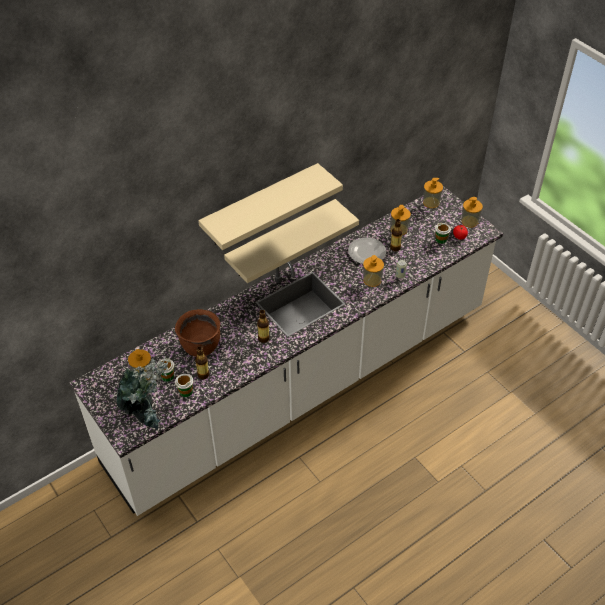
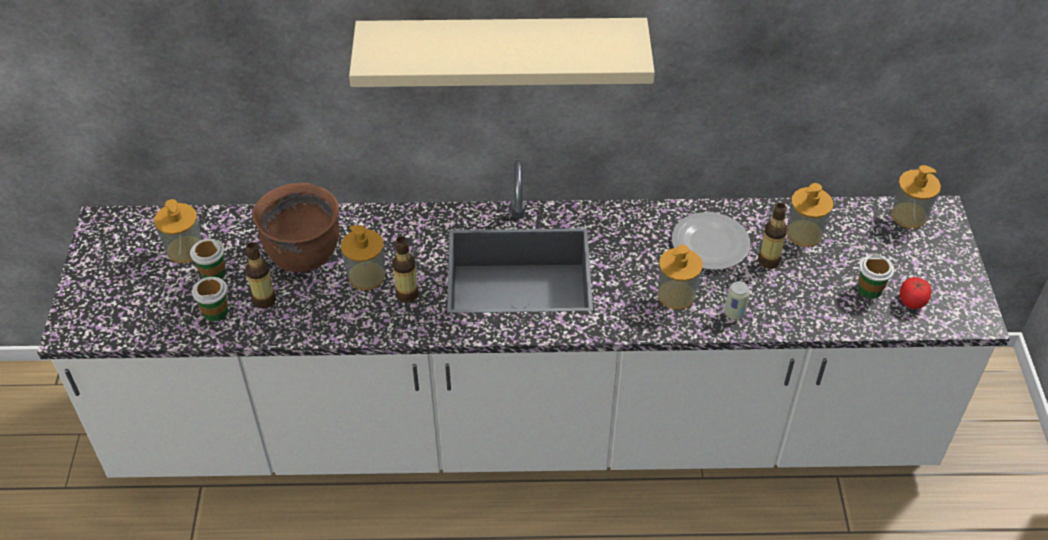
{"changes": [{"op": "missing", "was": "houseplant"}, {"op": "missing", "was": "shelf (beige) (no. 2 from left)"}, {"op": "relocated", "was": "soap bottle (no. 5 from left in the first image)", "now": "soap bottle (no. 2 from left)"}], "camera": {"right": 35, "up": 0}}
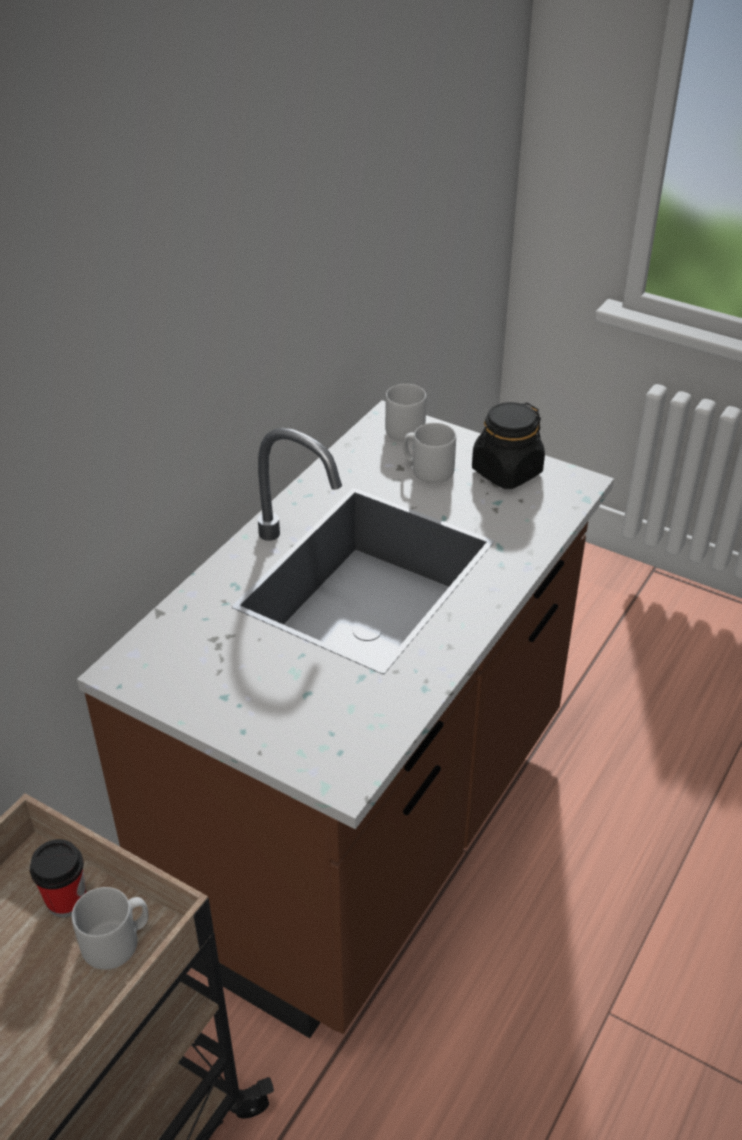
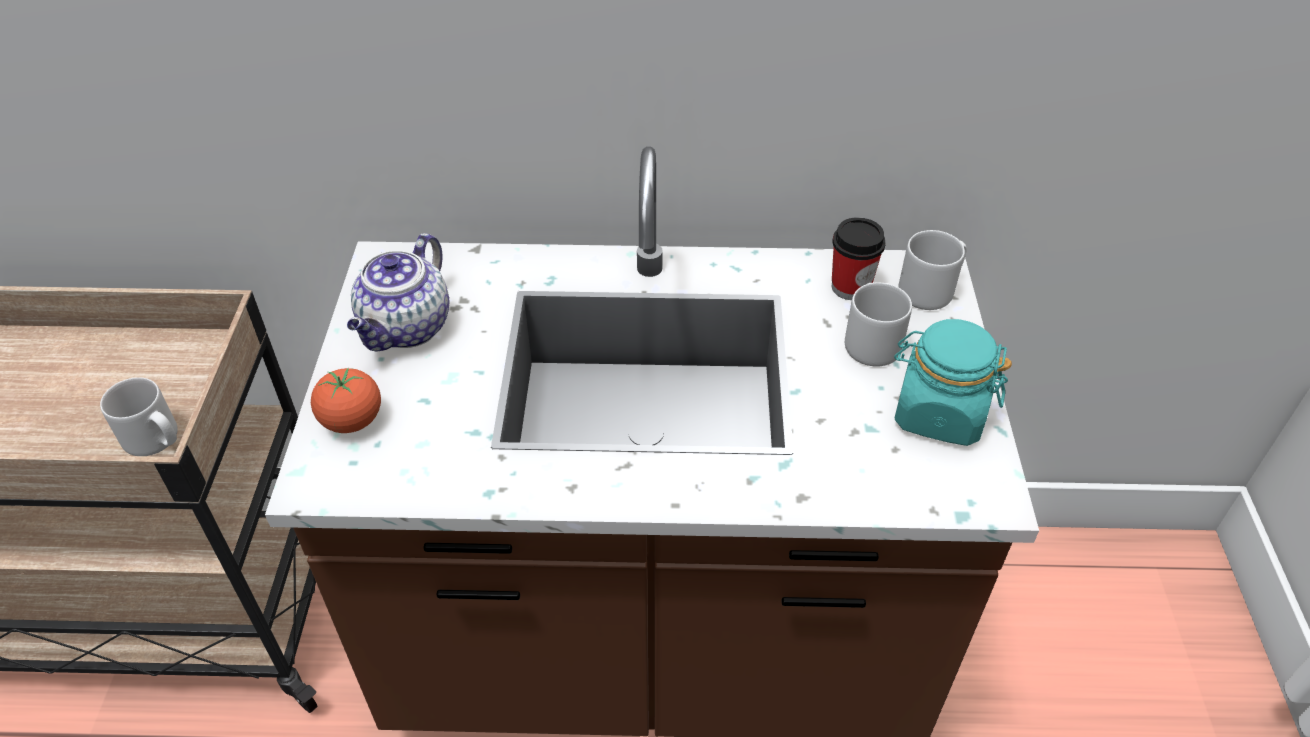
{"changes": [{"op": "appeared", "now": "tomato"}, {"op": "appeared", "now": "tea pot"}, {"op": "relocated", "was": "small cup"}, {"op": "colour", "was": "storage jar (black-coloured)", "now": "storage jar (blue-green)"}], "camera": {"right": 60, "up": 5}}
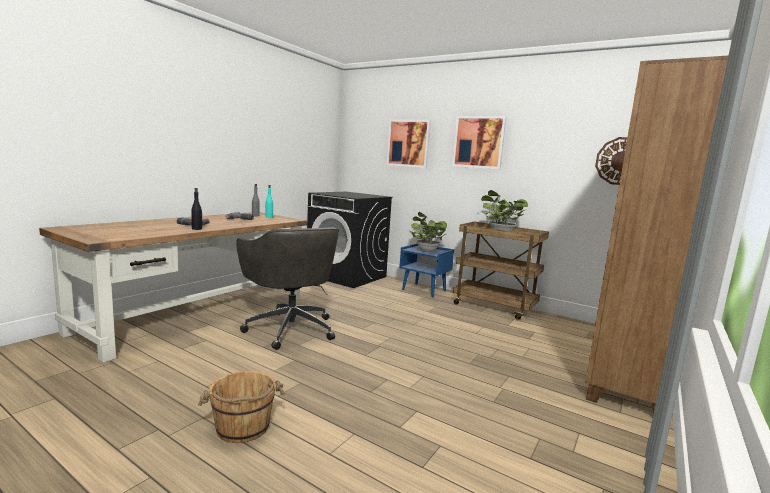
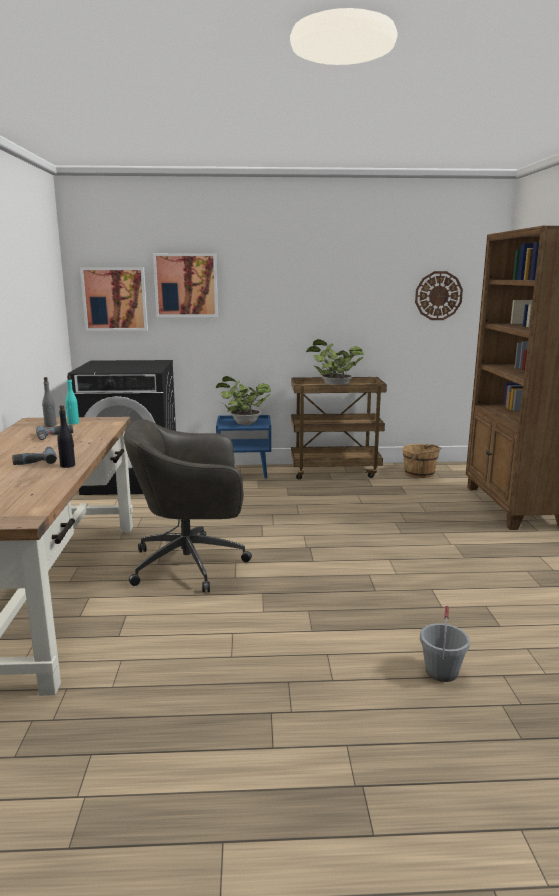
{"changes": [{"op": "appeared", "now": "water bucket (gray)"}, {"op": "relocated", "was": "water bucket (brown-coloured)"}, {"op": "relocated", "was": "wall picture (no. 2 from left in the first image)", "now": "wall picture (no. 1 from left)"}, {"op": "spun", "was": "office chair (gray)", "clockwise": 150}], "camera": {"right": -35, "up": 5}}
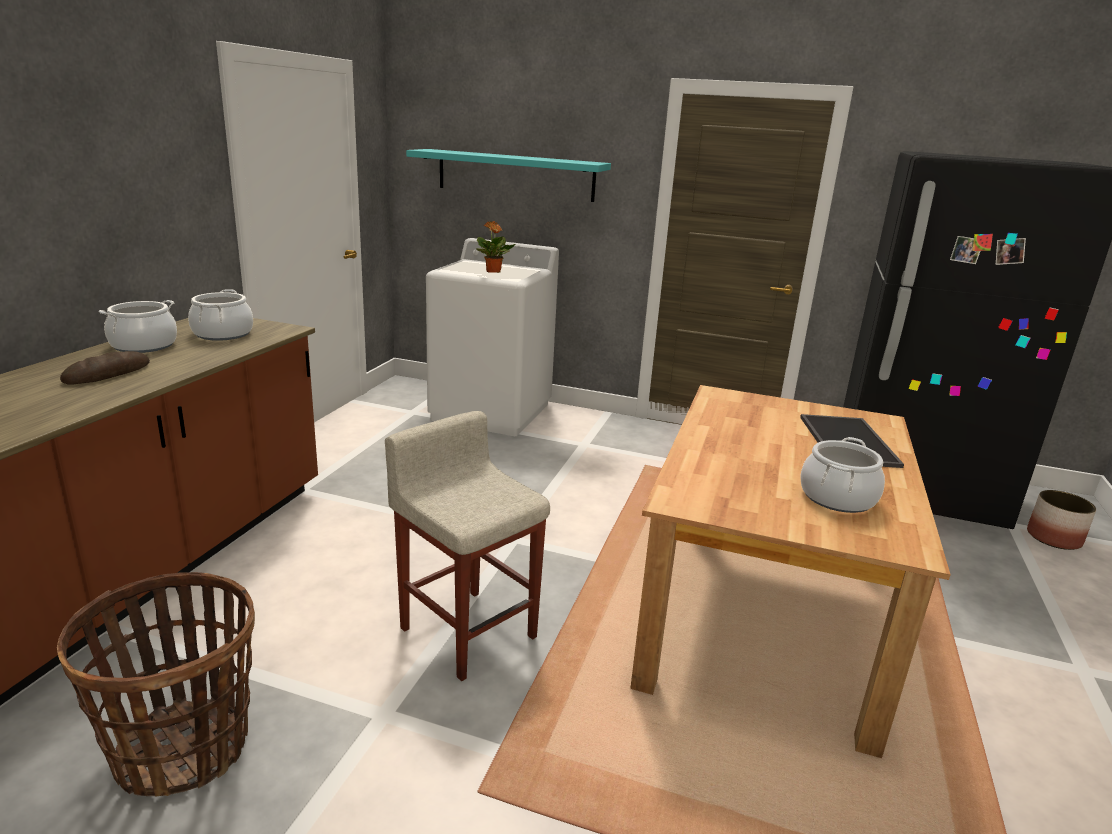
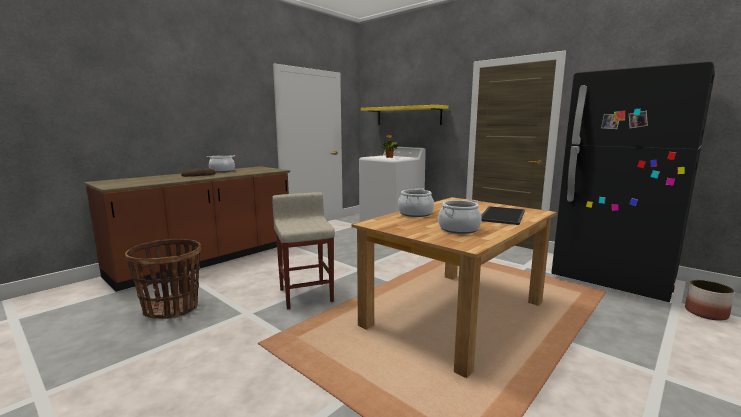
{"changes": [{"op": "relocated", "was": "saucepot (no. 2 from left)"}, {"op": "colour", "was": "shelf (blue-green)", "now": "shelf (yellow)"}], "camera": {"right": 25, "up": -10}}
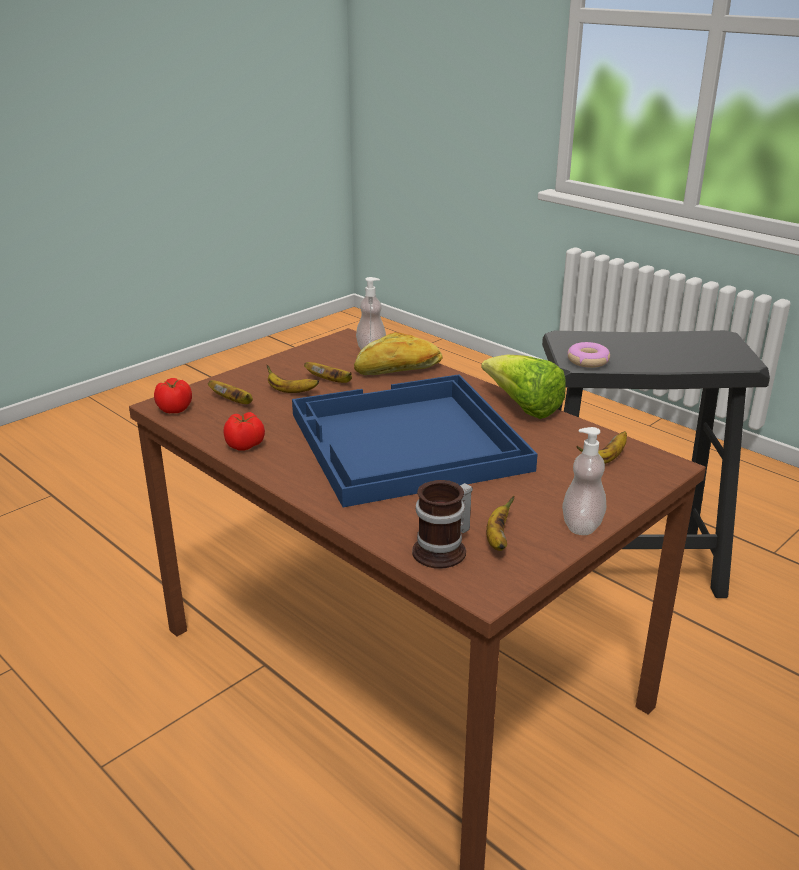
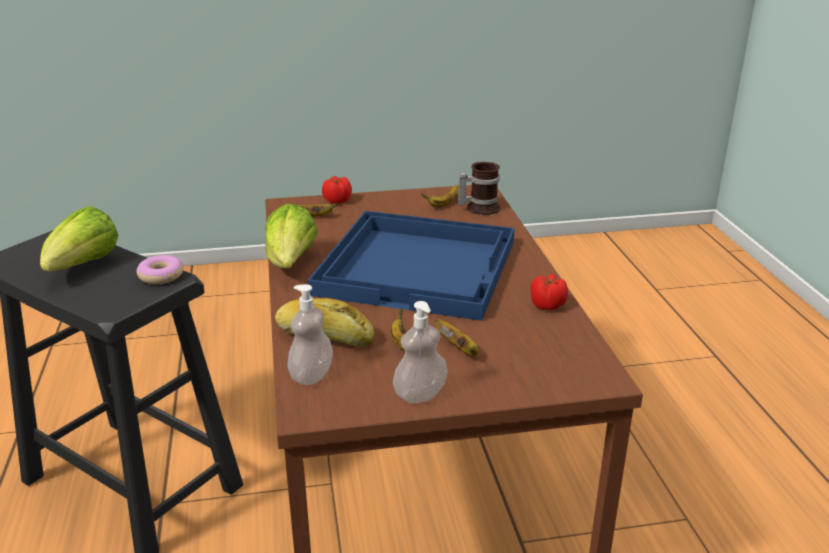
{"changes": [{"op": "missing", "was": "banana fruit (no. 1 from left)"}, {"op": "appeared", "now": "lettuce head (no. 1 from left)"}, {"op": "relocated", "was": "tomato (no. 1 from left)"}, {"op": "relocated", "was": "soap bottle (no. 2 from left)"}], "camera": {"right": -145, "up": 0}}
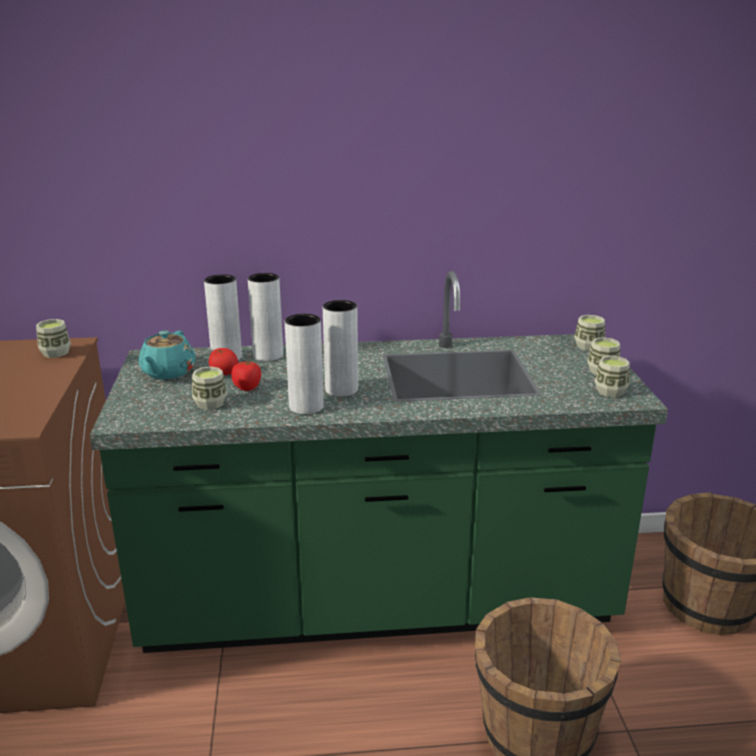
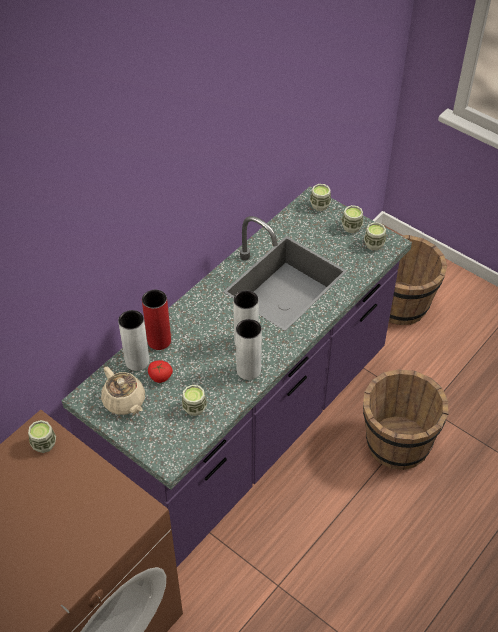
{"changes": [{"op": "missing", "was": "tomato (no. 2 from left)"}, {"op": "colour", "was": "counter (green-coloured)", "now": "counter (purplish)"}, {"op": "colour", "was": "tea pot (blue-green)", "now": "tea pot (beige)"}, {"op": "colour", "was": "flower vase (gray) (no. 2 from left)", "now": "flower vase (red-coloured)"}], "camera": {"right": -45, "up": 25}}
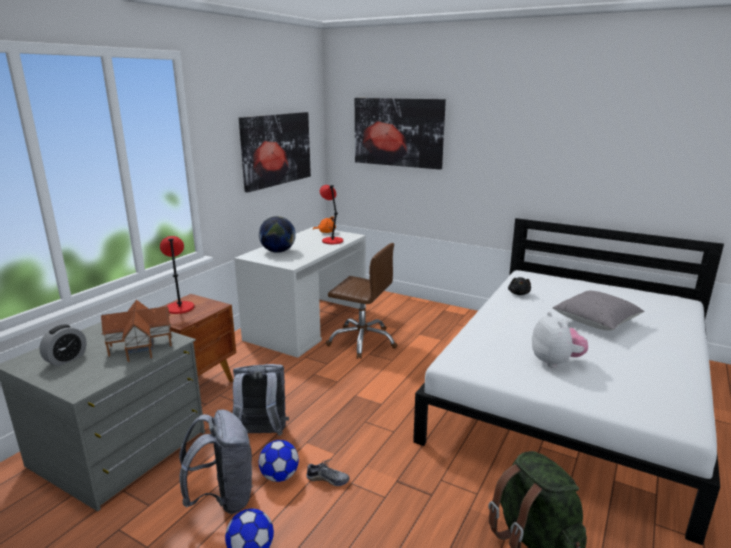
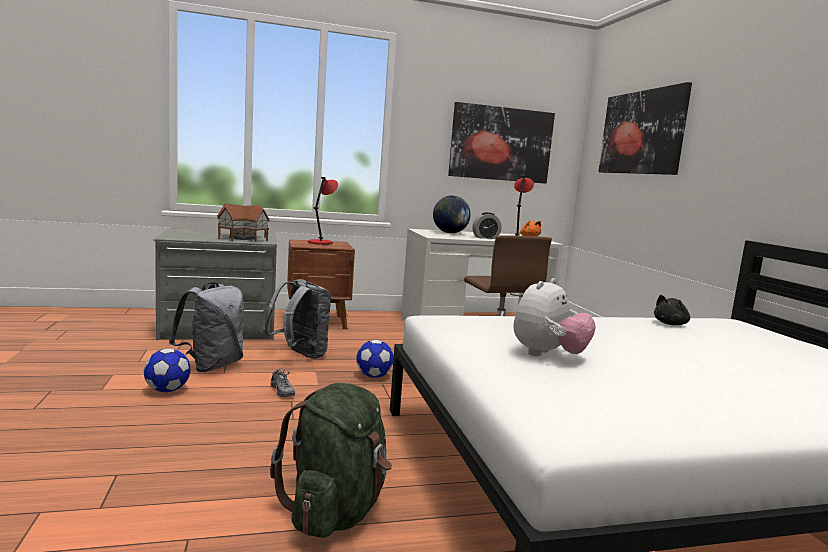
{"changes": [{"op": "missing", "was": "pillow (gray)"}, {"op": "relocated", "was": "table clock"}, {"op": "relocated", "was": "ball for football (no. 2 from left)"}], "camera": {"right": 45, "up": -10}}
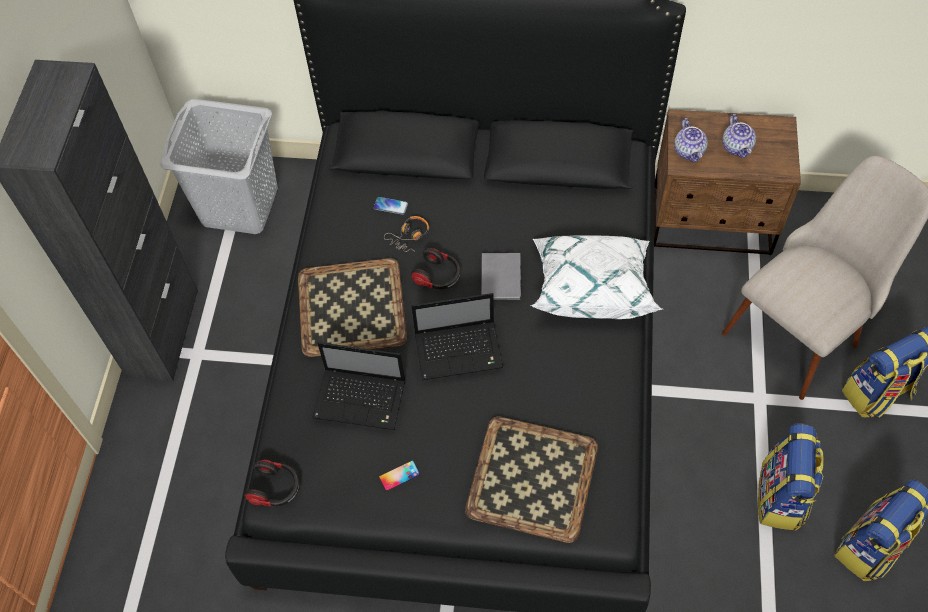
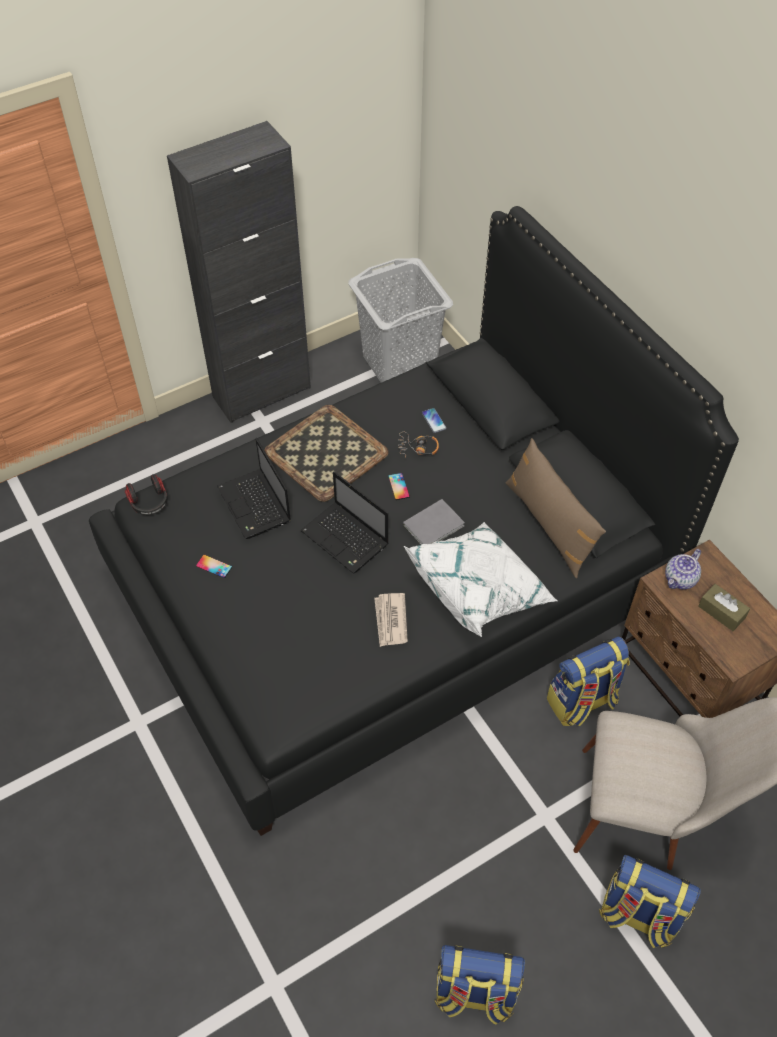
{"changes": [{"op": "missing", "was": "tray (no. 2 from left)"}, {"op": "appeared", "now": "daily paper"}, {"op": "appeared", "now": "pillow (brown-coloured)"}, {"op": "relocated", "was": "knapsack (no. 1 from left in the first image)", "now": "knapsack (no. 2 from left)"}, {"op": "exchanged", "was": "headphones (no. 3 from left)", "now": "telephone (no. 2 from left)"}, {"op": "exchanged", "was": "tea pot (no. 2 from left)", "now": "tissue holder (brown-coloured)"}], "camera": {"right": 50, "up": -5}}
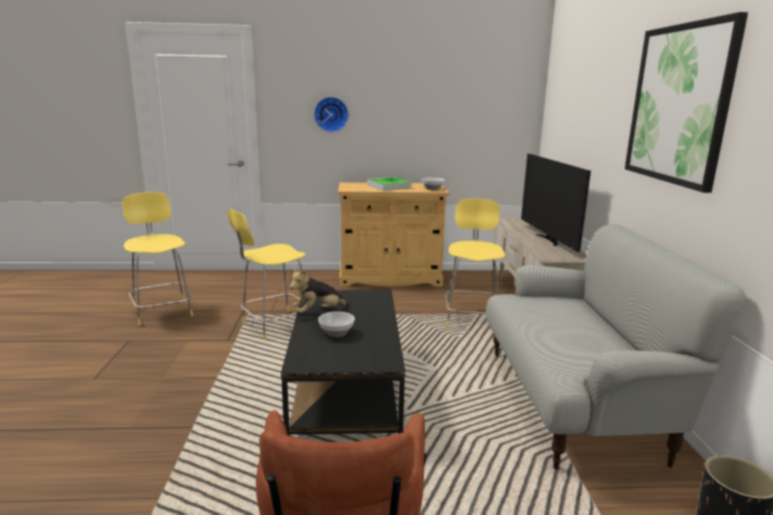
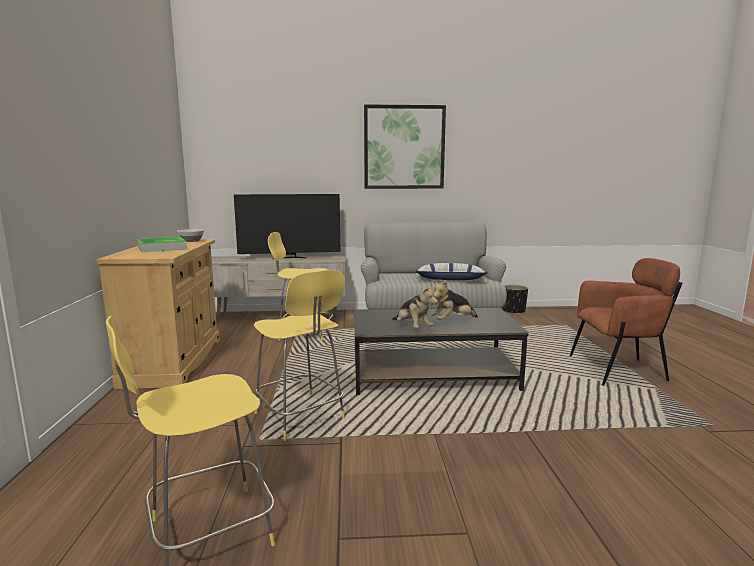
{"changes": [{"op": "missing", "was": "hanging clock"}, {"op": "appeared", "now": "pillow"}, {"op": "exchanged", "was": "bowl (no. 1 from left)", "now": "cuddly toy (no. 2 from left)"}], "camera": {"right": -90, "up": -5}}
